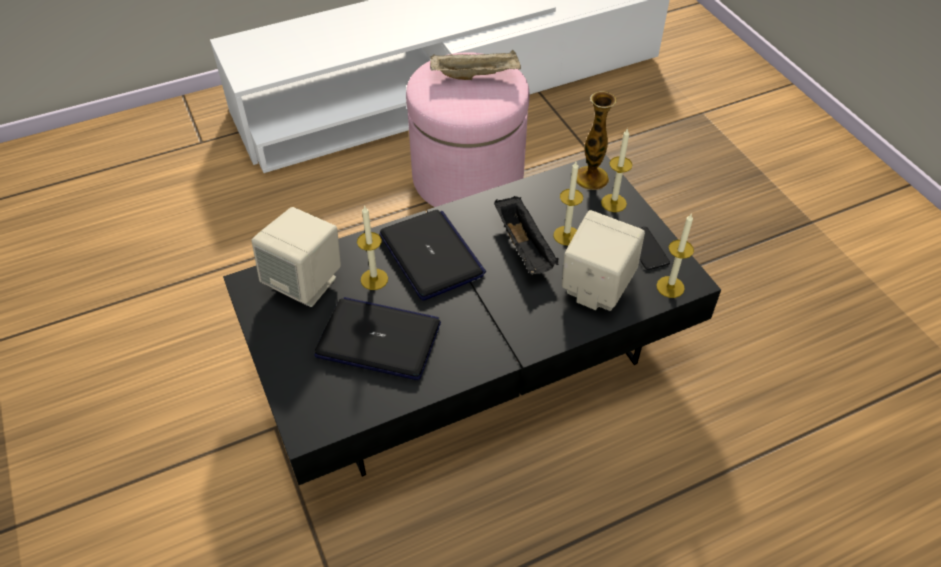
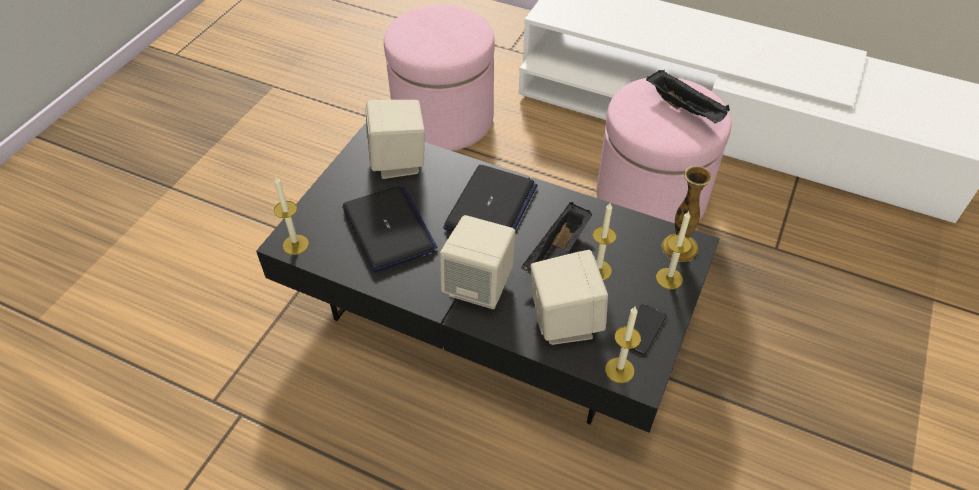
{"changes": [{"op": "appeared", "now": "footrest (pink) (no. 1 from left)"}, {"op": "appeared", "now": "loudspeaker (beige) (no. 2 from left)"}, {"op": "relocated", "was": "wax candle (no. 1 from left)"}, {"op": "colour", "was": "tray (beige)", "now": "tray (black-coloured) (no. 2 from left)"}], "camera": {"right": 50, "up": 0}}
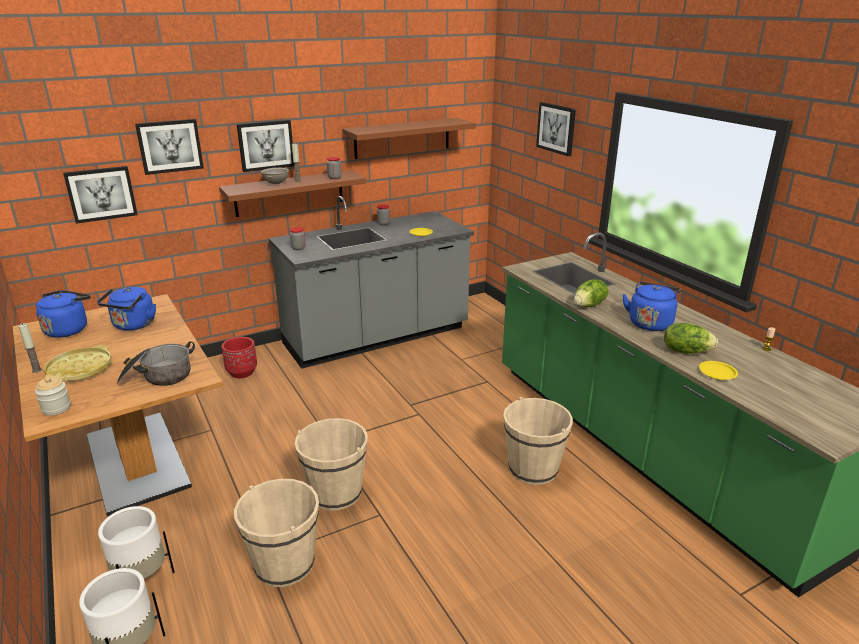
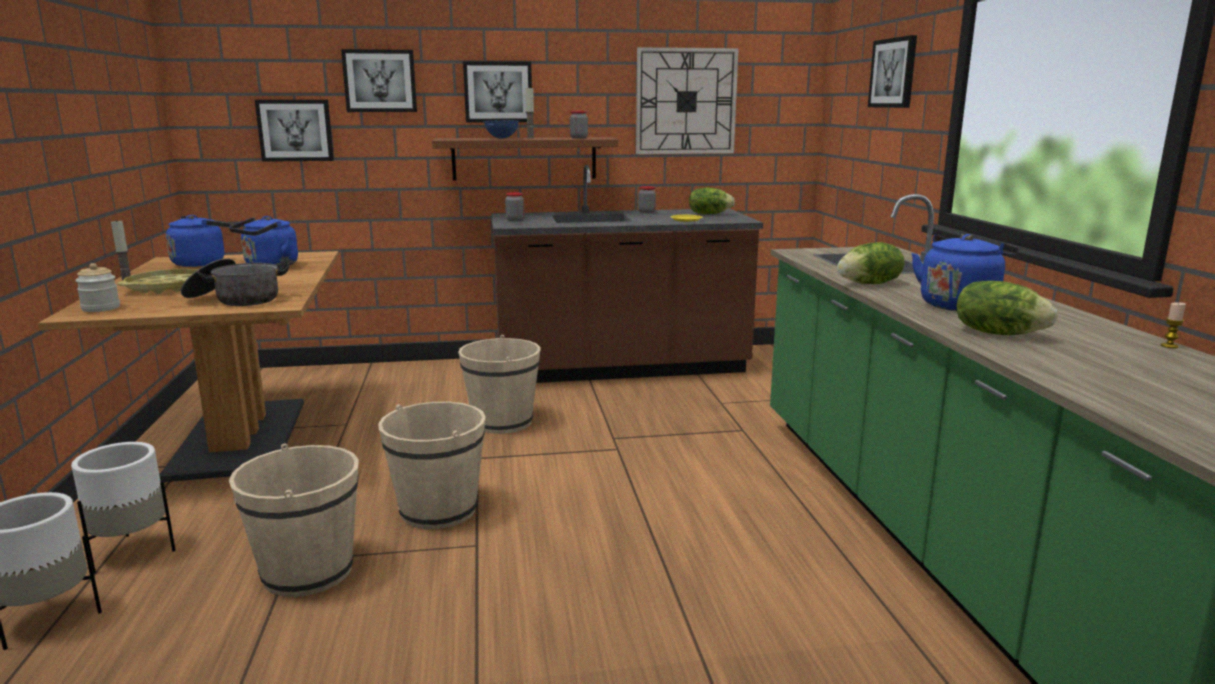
{"changes": [{"op": "missing", "was": "planter (red-coloured)"}, {"op": "missing", "was": "plate (yellow) (no. 2 from left)"}, {"op": "appeared", "now": "lettuce head (no. 1 from left)"}, {"op": "relocated", "was": "water bucket (beige) (no. 3 from left)"}, {"op": "exchanged", "was": "shelf (brown-coloured) (no. 2 from left)", "now": "hanging clock"}, {"op": "colour", "was": "bowl (gray)", "now": "bowl (bluish)"}, {"op": "colour", "was": "counter (gray)", "now": "counter (brown-coloured)"}], "camera": {"right": 20, "up": -10}}
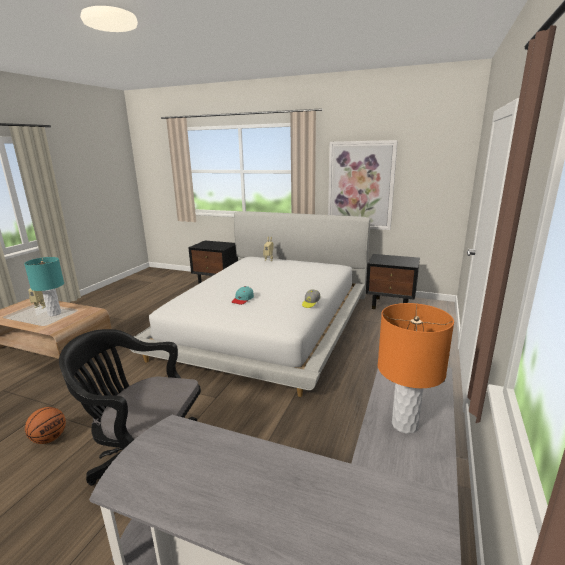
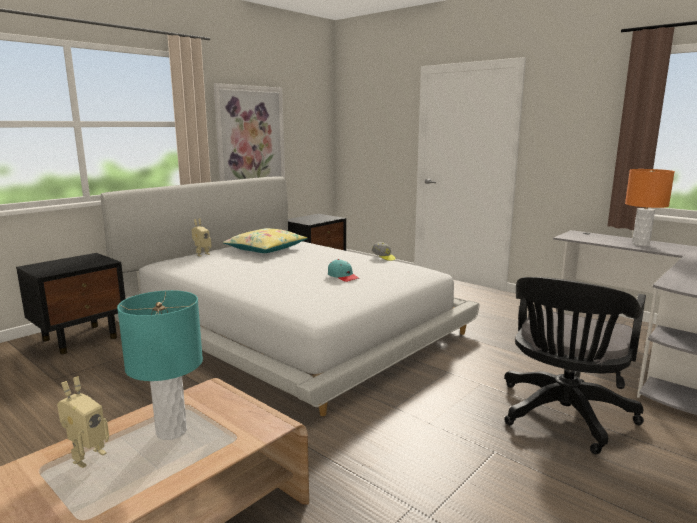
{"changes": [{"op": "missing", "was": "basketball"}, {"op": "appeared", "now": "pillow (yellow)"}], "camera": {"right": -70, "up": -5}}
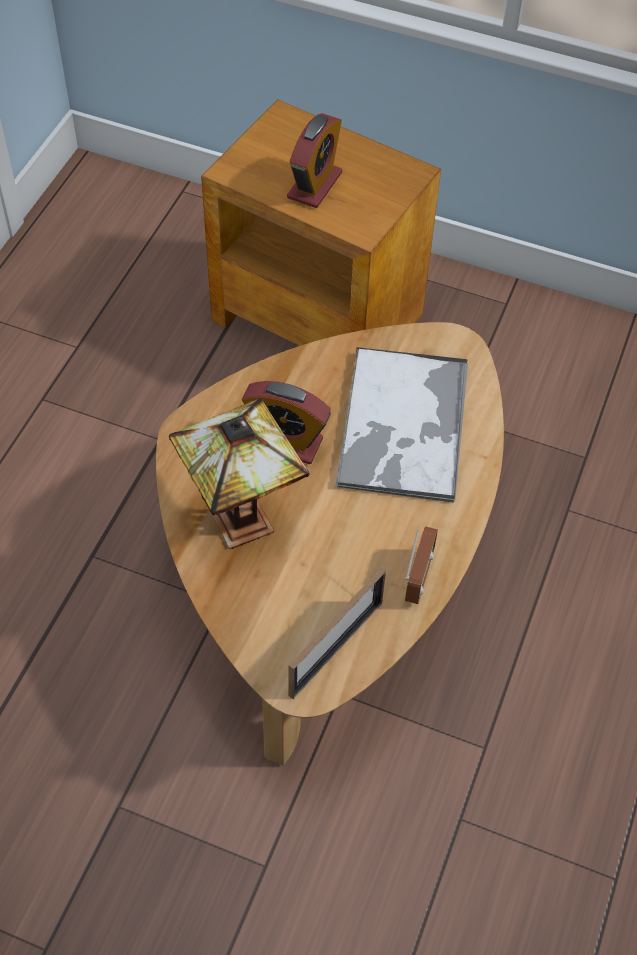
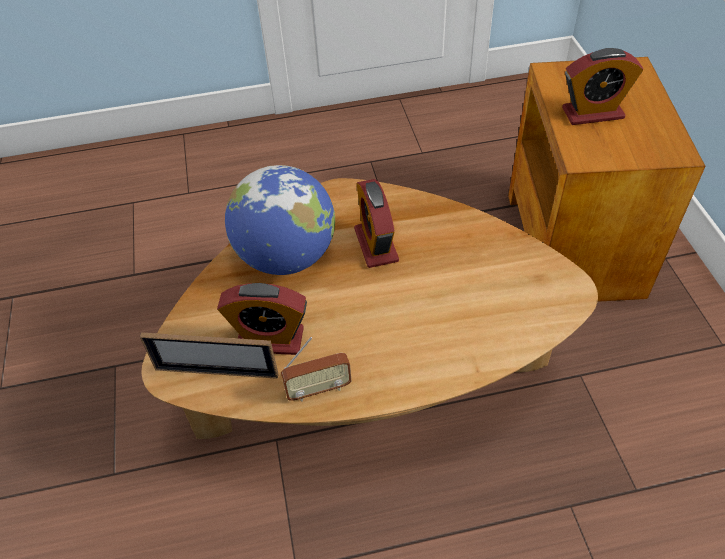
{"changes": [{"op": "missing", "was": "tray"}, {"op": "appeared", "now": "table clock (no. 1 from left)"}, {"op": "exchanged", "was": "tabletop lamp", "now": "globe"}], "camera": {"right": 60, "up": -5}}
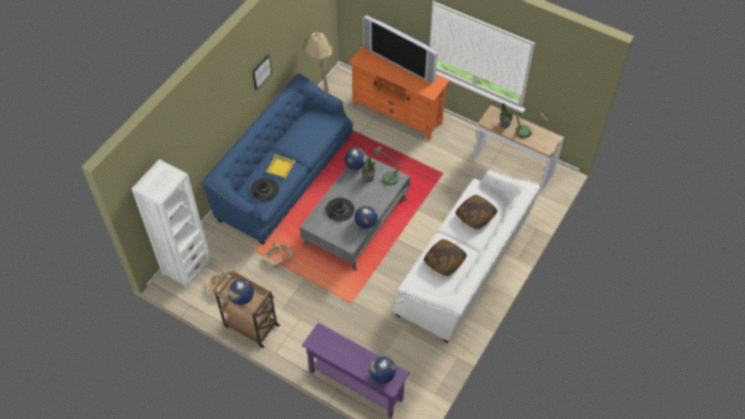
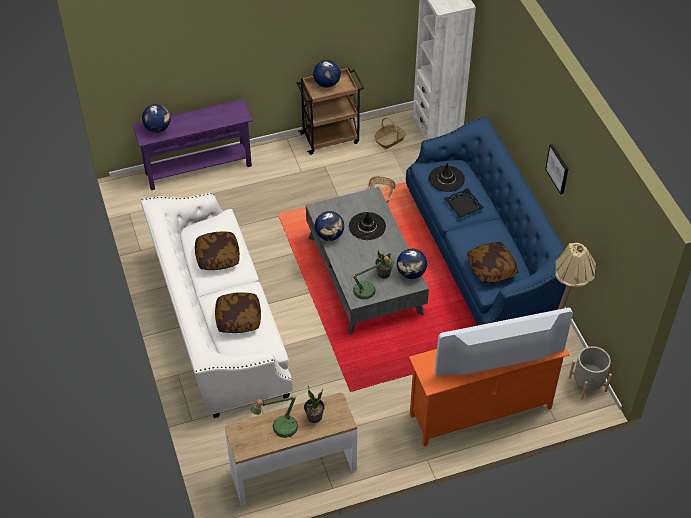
{"changes": [{"op": "appeared", "now": "pillow (no. 3 from left)"}, {"op": "appeared", "now": "planter (gray)"}, {"op": "colour", "was": "tray (yellow)", "now": "tray (black-coloured)"}], "camera": {"right": 130, "up": -5}}
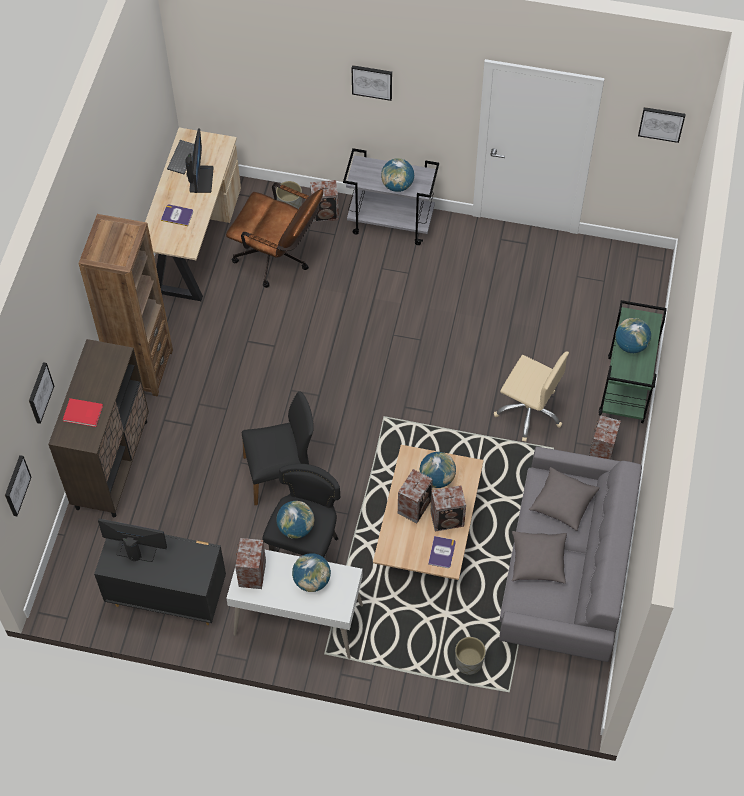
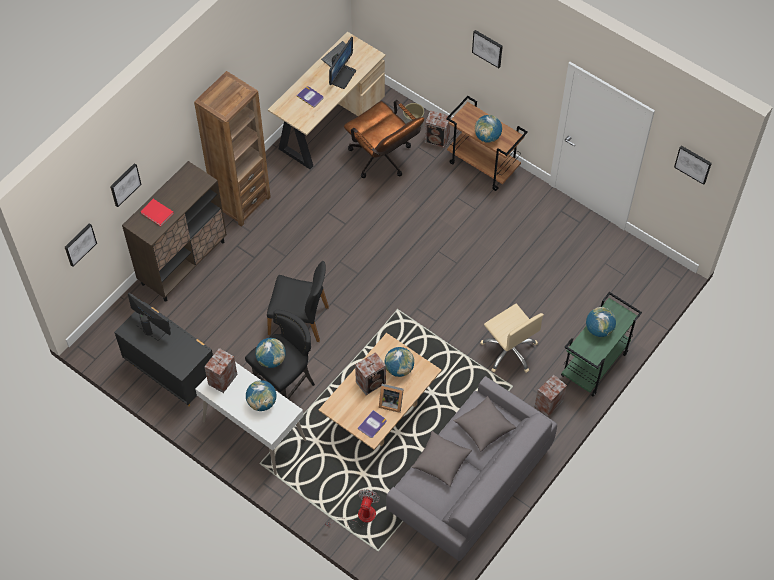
{"changes": [{"op": "exchanged", "was": "loudspeaker (no. 4 from left)", "now": "picture frame"}, {"op": "exchanged", "was": "planter (gray) (no. 2 from left)", "now": "electric fan"}, {"op": "colour", "was": "cart (gray)", "now": "cart (brown-coloured)"}], "camera": {"right": 25, "up": 0}}
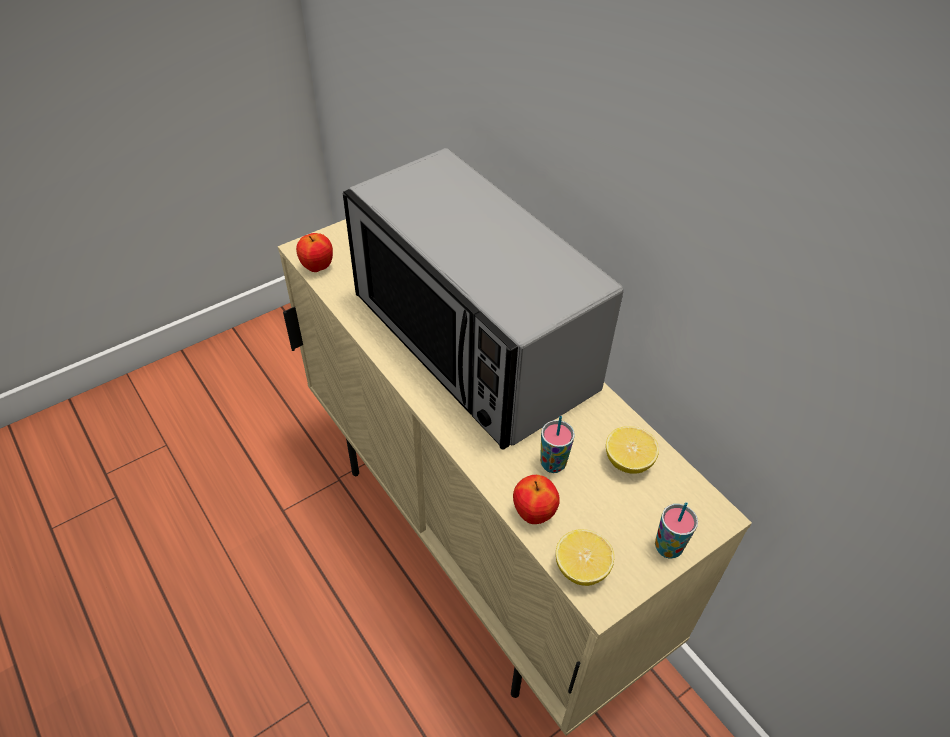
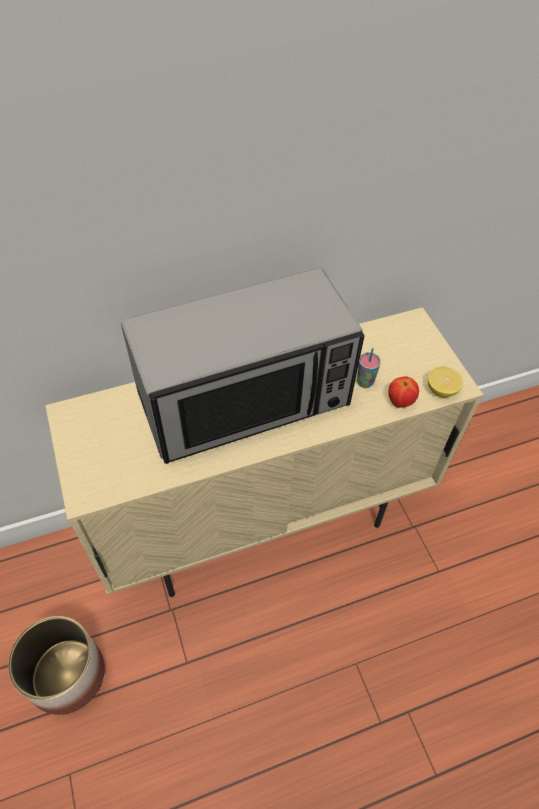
{"changes": [{"op": "missing", "was": "apple (no. 1 from left)"}, {"op": "missing", "was": "whole lemon (no. 2 from left)"}, {"op": "missing", "was": "small cup (no. 2 from left)"}, {"op": "appeared", "now": "planter"}], "camera": {"right": -75, "up": 5}}
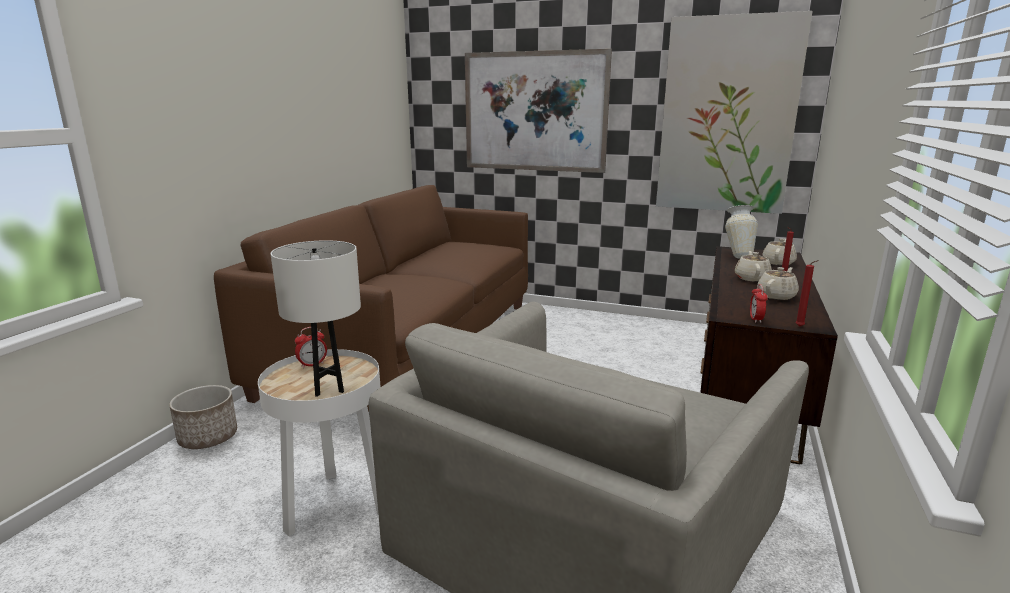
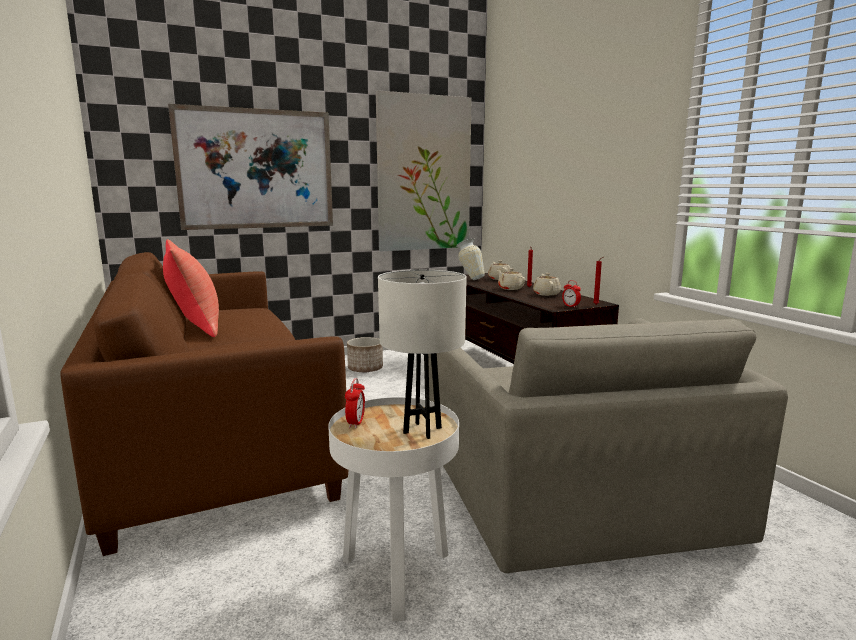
{"changes": [{"op": "appeared", "now": "pillow (red-coloured)"}, {"op": "relocated", "was": "planter"}], "camera": {"right": -45, "up": -5}}
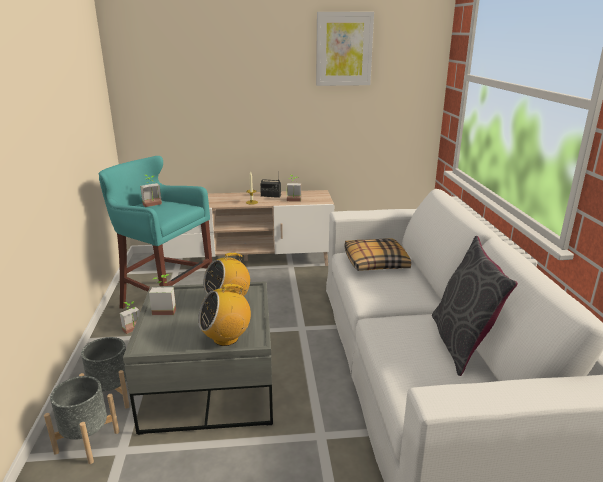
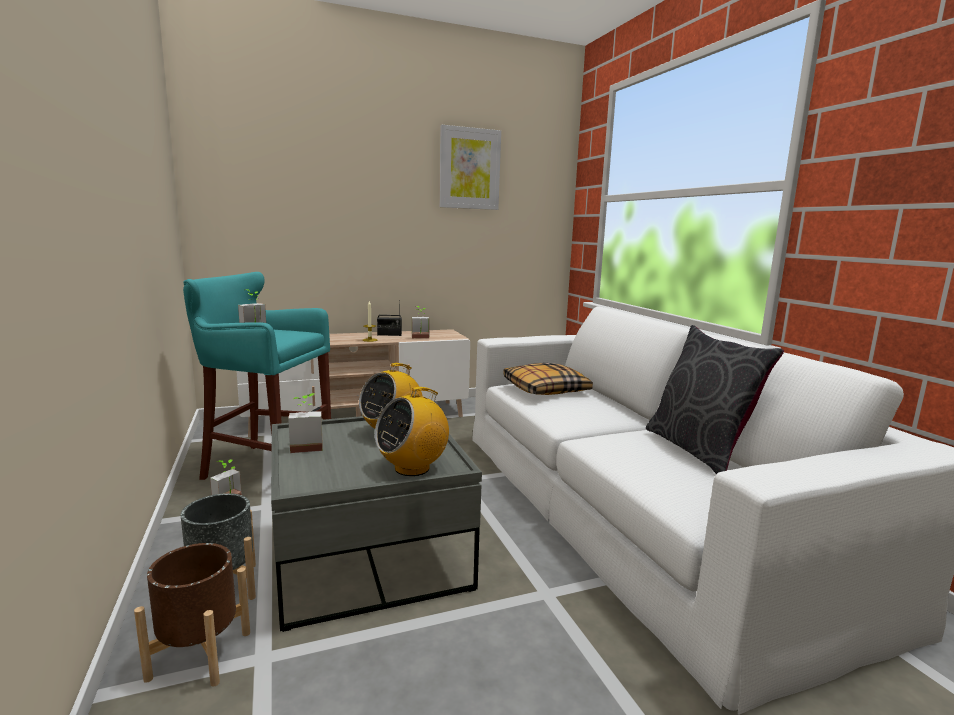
{"changes": [{"op": "colour", "was": "planter (gray) (no. 1 from left)", "now": "planter (brown-coloured)"}], "camera": {"right": -15, "up": -10}}
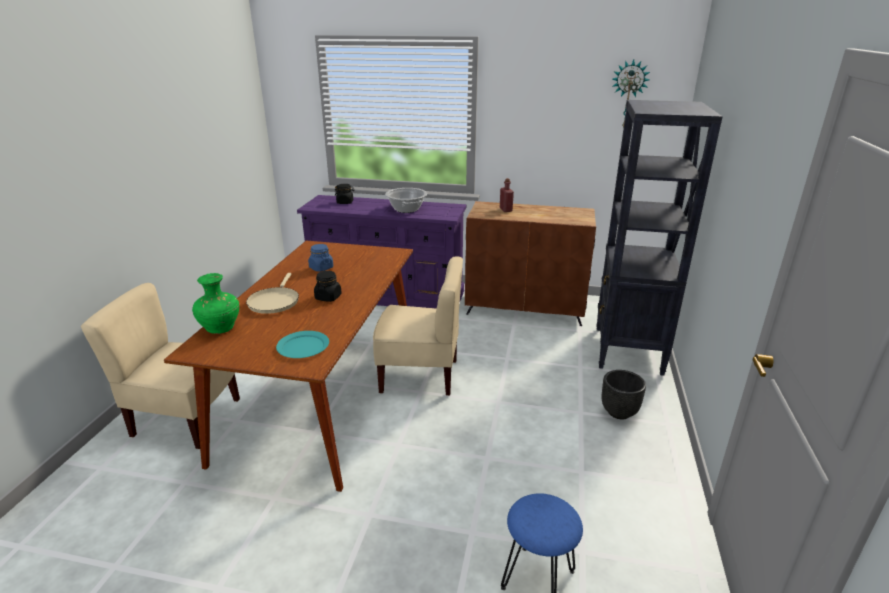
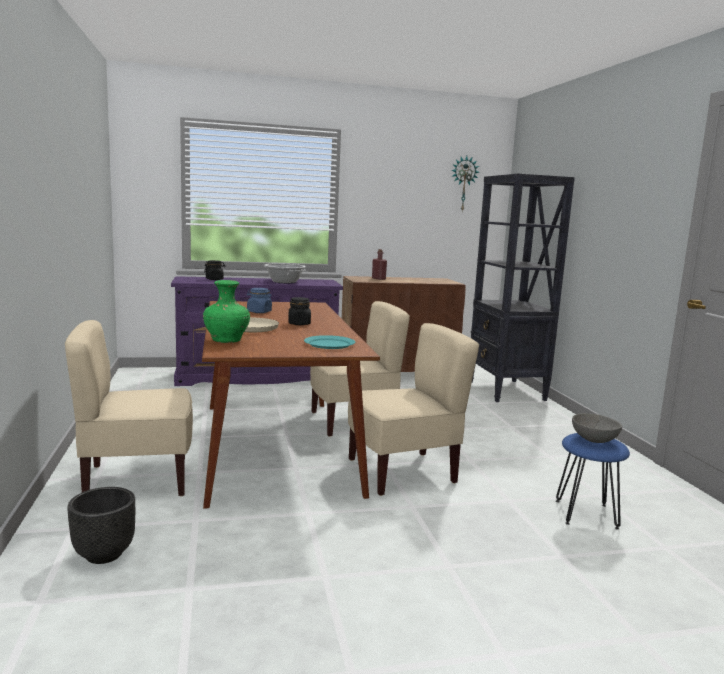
{"changes": [{"op": "appeared", "now": "plain chair (beige) (no. 3 from left)"}, {"op": "appeared", "now": "bowl (gray)"}, {"op": "relocated", "was": "planter (black-coloured)"}], "camera": {"right": -25, "up": -15}}
